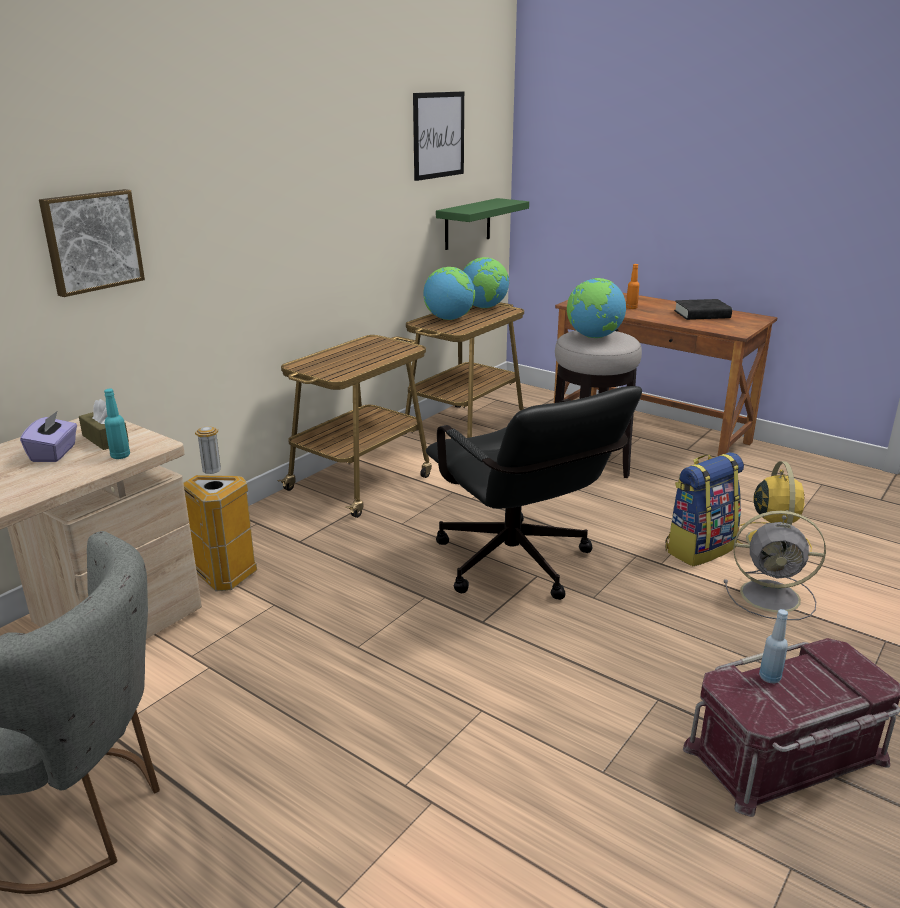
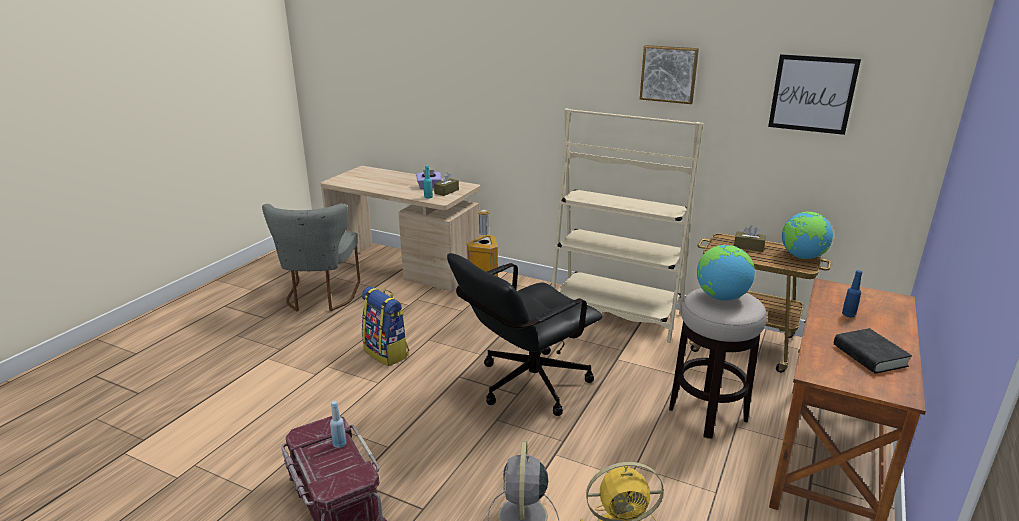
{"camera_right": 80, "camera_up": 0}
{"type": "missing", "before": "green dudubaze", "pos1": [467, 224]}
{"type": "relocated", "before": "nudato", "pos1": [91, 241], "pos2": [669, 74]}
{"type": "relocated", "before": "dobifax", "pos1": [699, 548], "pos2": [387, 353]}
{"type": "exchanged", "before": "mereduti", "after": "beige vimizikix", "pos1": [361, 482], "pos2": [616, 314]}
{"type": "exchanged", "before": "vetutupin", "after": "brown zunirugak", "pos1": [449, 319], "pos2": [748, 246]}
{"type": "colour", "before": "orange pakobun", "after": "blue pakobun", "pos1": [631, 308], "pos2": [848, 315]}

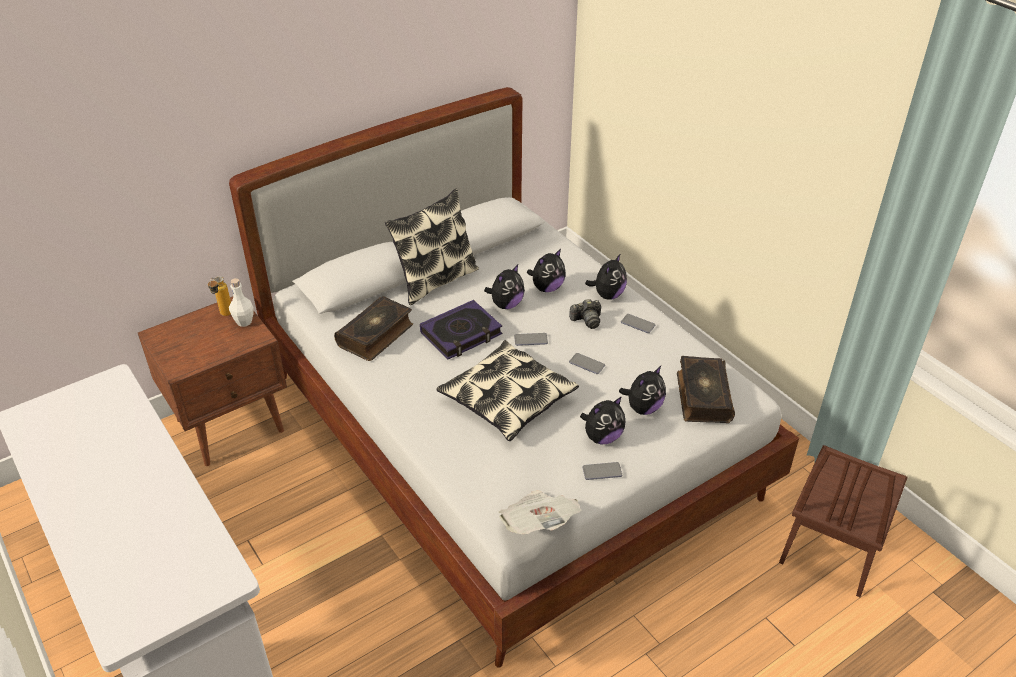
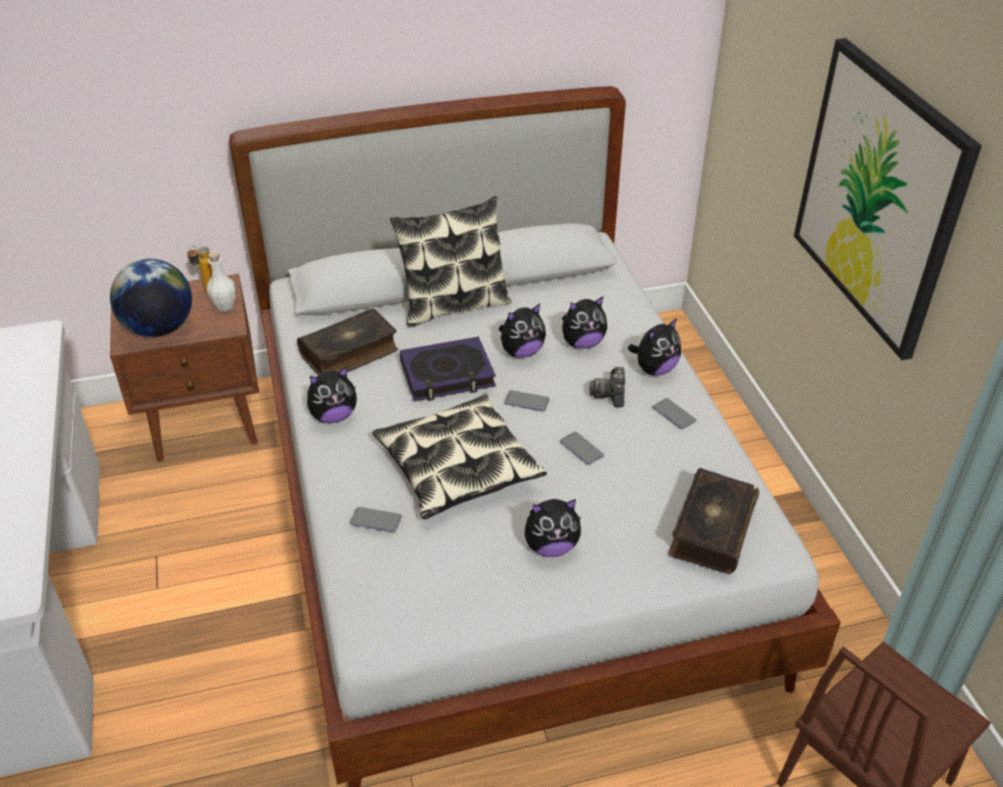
{"camera_right": 20, "camera_up": 0}
{"type": "missing", "before": "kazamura", "pos1": [538, 525]}
{"type": "appeared", "after": "vetutupin", "pos2": [159, 328]}
{"type": "appeared", "after": "nudato", "pos2": [878, 197]}
{"type": "relocated", "before": "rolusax", "pos1": [602, 471], "pos2": [376, 520]}
{"type": "relocated", "before": "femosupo", "pos1": [643, 408], "pos2": [333, 416]}
{"type": "spun", "before": "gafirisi", "pos1": [587, 320], "pos2": [610, 394], "turn": 90}

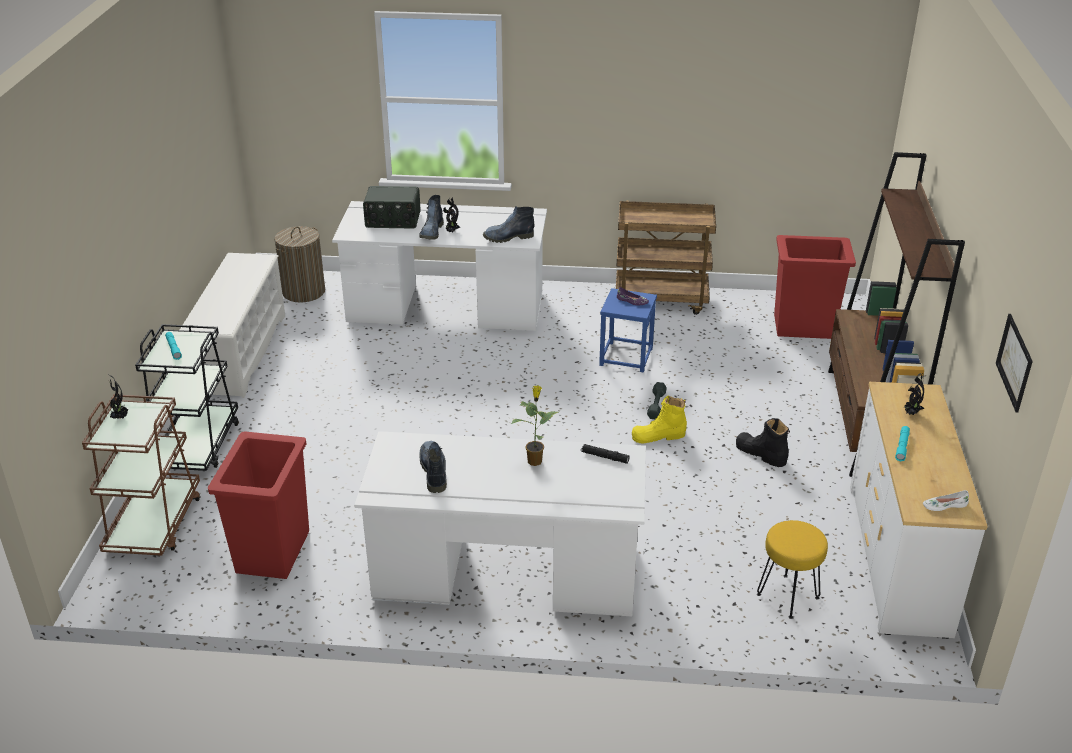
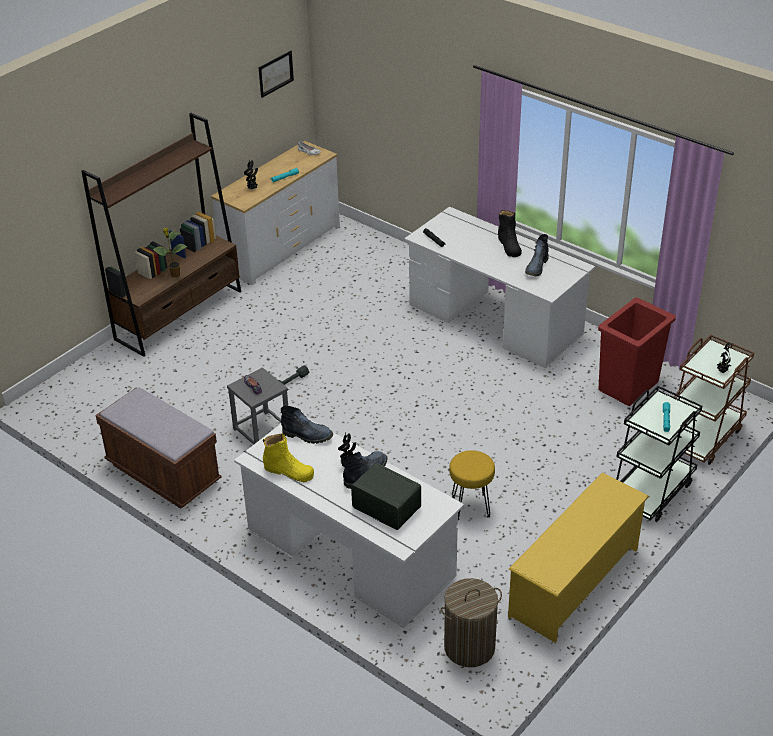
{"camera_right": -145, "camera_up": 5}
{"type": "missing", "before": "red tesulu", "pos1": [804, 327]}
{"type": "relocated", "before": "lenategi", "pos1": [535, 460], "pos2": [175, 275]}
{"type": "relocated", "before": "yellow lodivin", "pos1": [658, 436], "pos2": [289, 471]}
{"type": "relocated", "before": "black lodivin", "pos1": [760, 453], "pos2": [509, 246]}
{"type": "relocated", "before": "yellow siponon", "pos1": [788, 596], "pos2": [471, 506]}
{"type": "exchanged", "before": "brown mereduti", "after": "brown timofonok", "pos1": [661, 300], "pos2": [163, 473]}
{"type": "colour", "before": "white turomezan", "after": "yellow turomezan", "pos1": [240, 353], "pos2": [575, 582]}
{"type": "colour", "before": "blue siponon", "after": "grey siponon", "pos1": [625, 356], "pos2": [262, 430]}

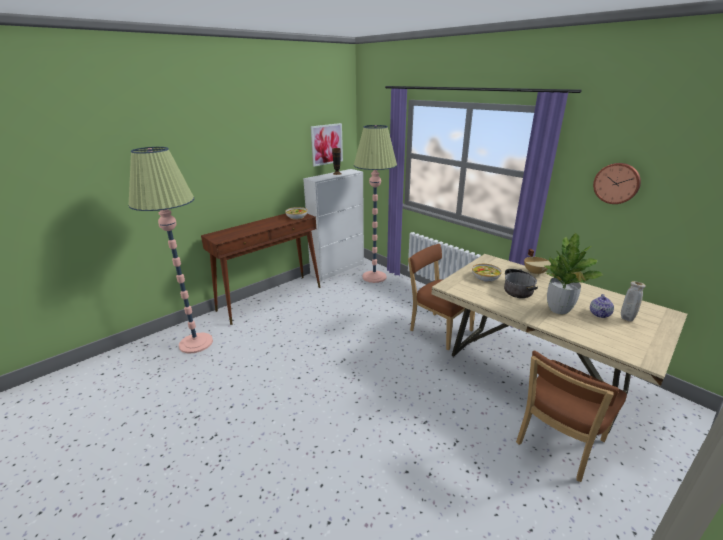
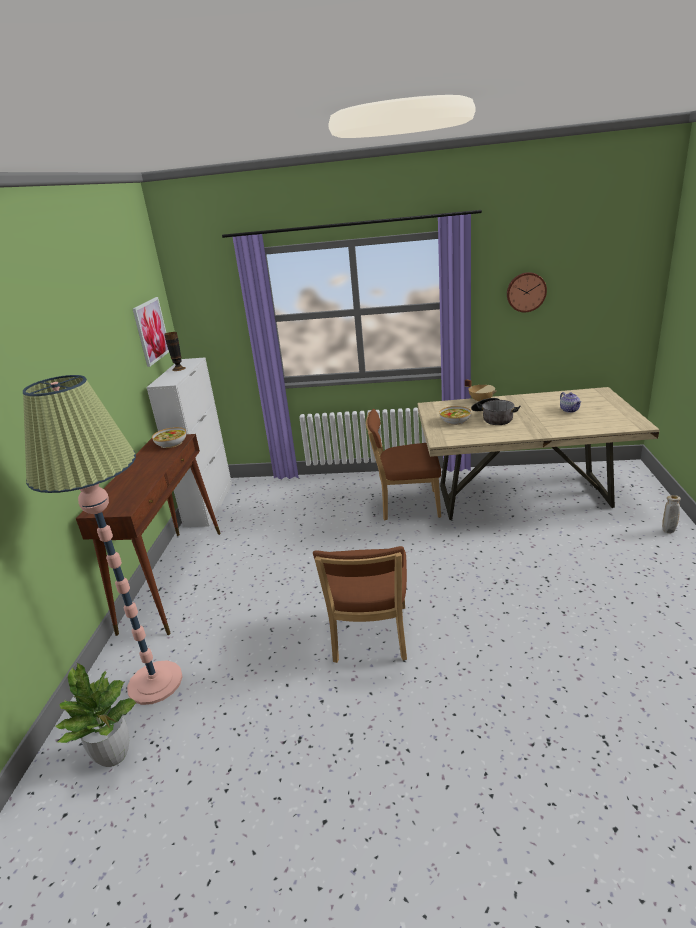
{"camera_right": -40, "camera_up": 0}
{"type": "missing", "before": "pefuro", "pos1": [374, 277]}
{"type": "relocated", "before": "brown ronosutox", "pos1": [557, 444], "pos2": [369, 637]}
{"type": "relocated", "before": "lenategi", "pos1": [559, 309], "pos2": [114, 755]}
{"type": "relocated", "before": "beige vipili", "pos1": [626, 319], "pos2": [668, 532]}

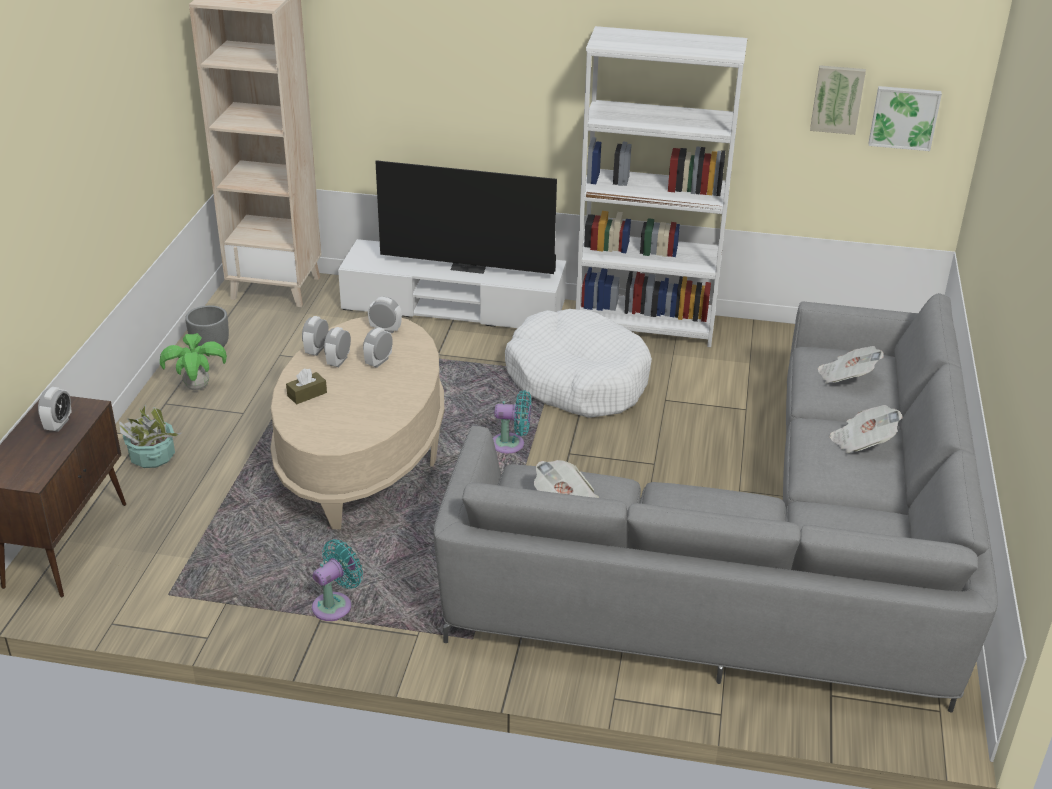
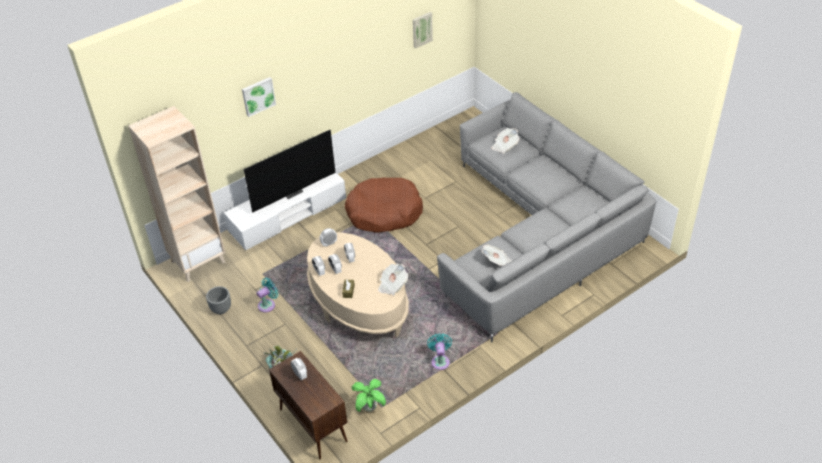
{"camera_right": -45, "camera_up": 10}
{"type": "missing", "before": "white vimizikix", "pos1": [645, 325]}
{"type": "relocated", "before": "lenategi", "pos1": [197, 387], "pos2": [369, 408]}
{"type": "relocated", "before": "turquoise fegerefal", "pos1": [511, 444], "pos2": [268, 304]}
{"type": "relocated", "before": "kazamura", "pos1": [862, 442], "pos2": [392, 285]}
{"type": "relocated", "before": "nudato", "pos1": [904, 117], "pos2": [258, 96]}
{"type": "colour", "before": "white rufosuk", "after": "brown rufosuk", "pos1": [577, 380], "pos2": [384, 212]}

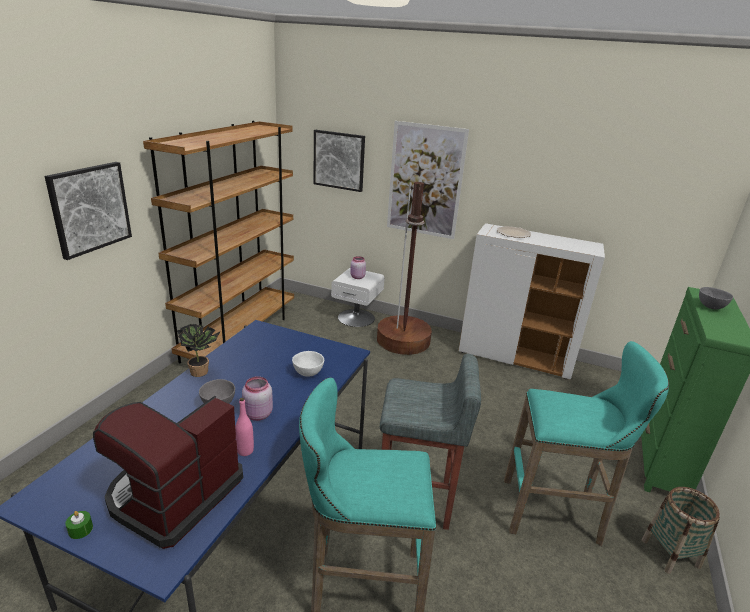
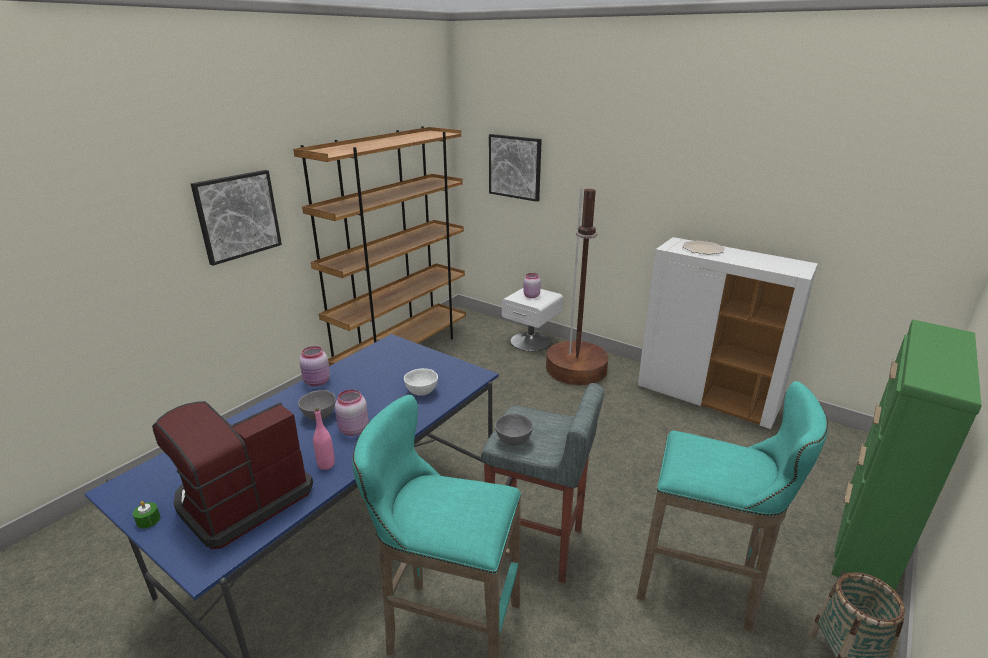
{"camera_right": 15, "camera_up": 0}
{"type": "missing", "before": "nudato", "pos1": [425, 181]}
{"type": "relocated", "before": "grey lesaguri", "pos1": [710, 307], "pos2": [513, 441]}
{"type": "exchanged", "before": "lenategi", "after": "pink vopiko", "pos1": [202, 371], "pos2": [317, 382]}

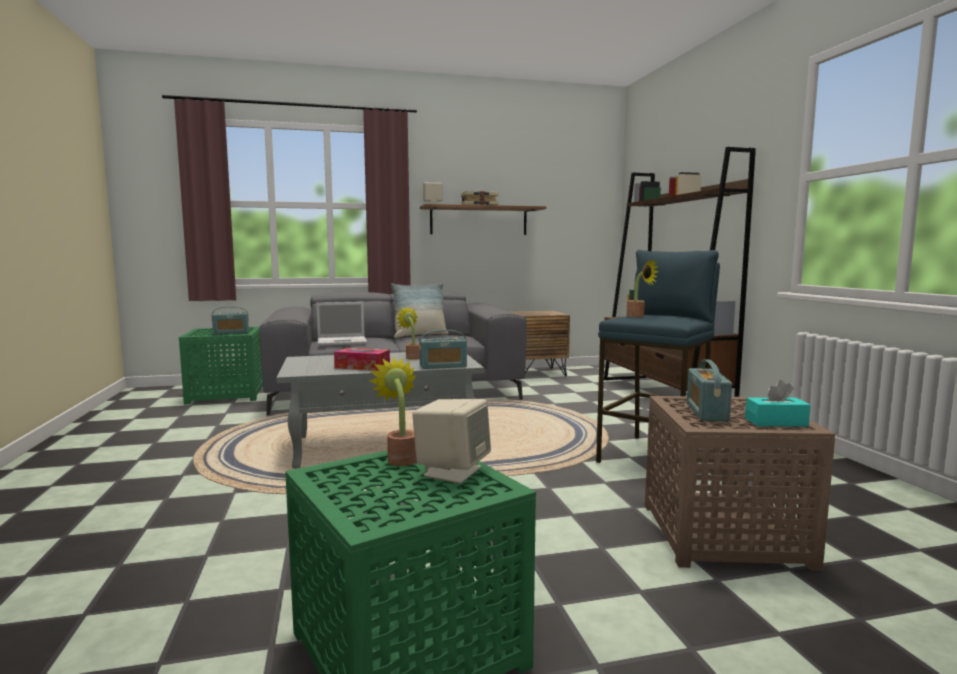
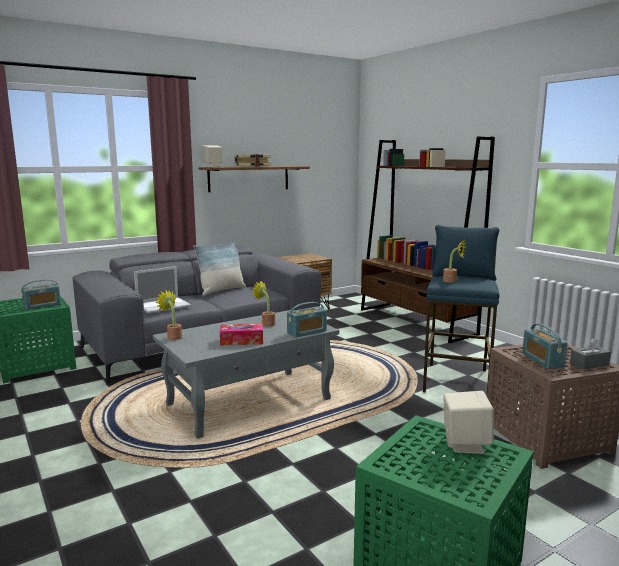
{"camera_right": -20, "camera_up": 5}
{"type": "relocated", "before": "lenategi", "pos1": [400, 458], "pos2": [173, 337]}
{"type": "colour", "before": "turquoise zunirugak", "after": "grey zunirugak", "pos1": [776, 422], "pos2": [589, 364]}

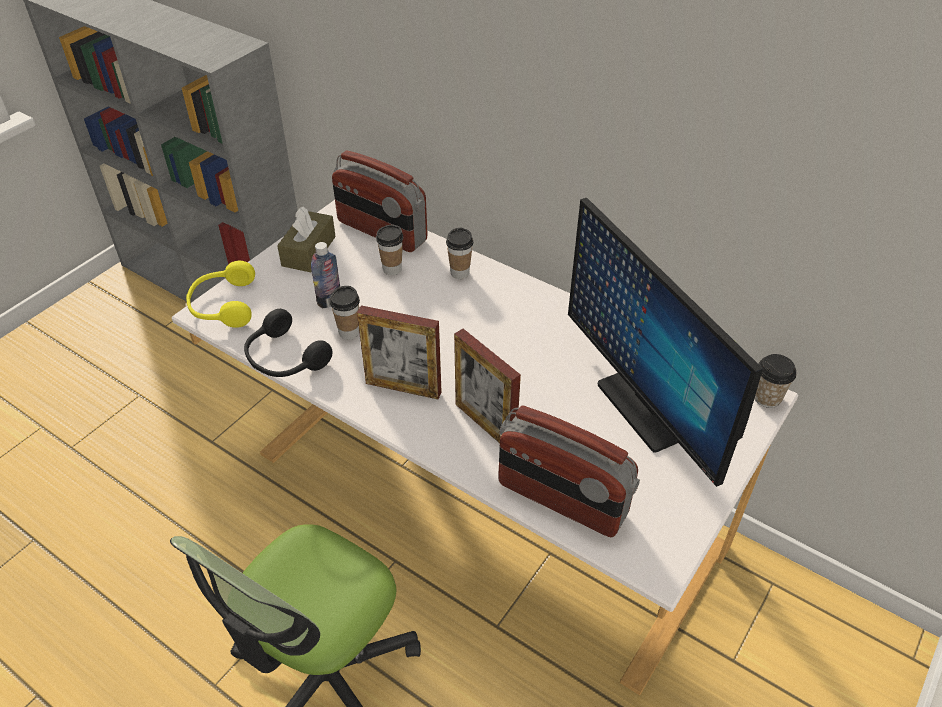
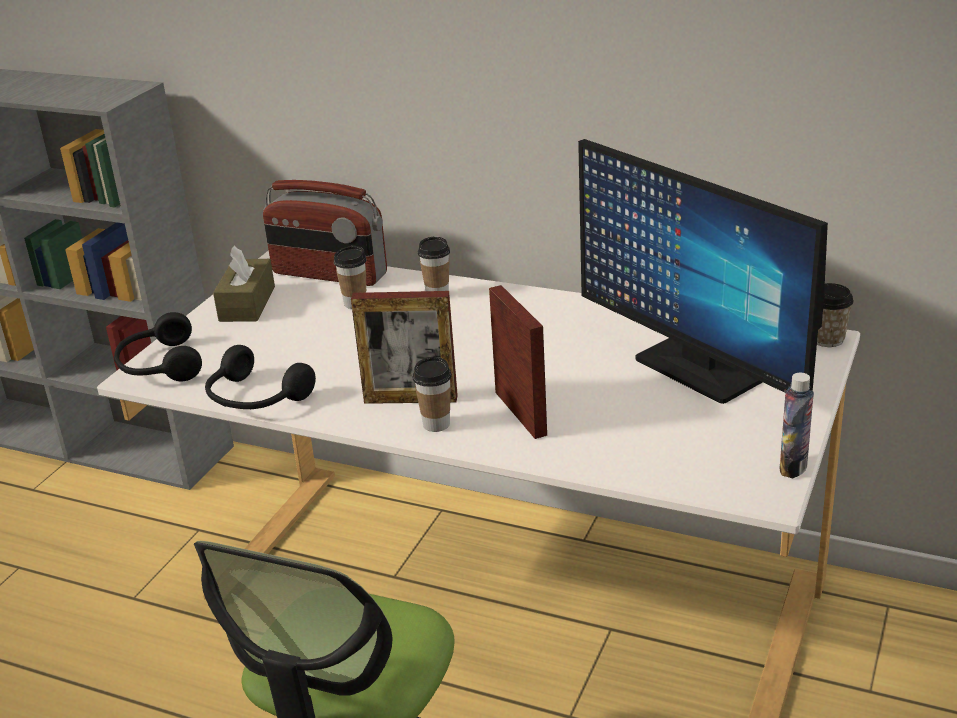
{"camera_right": -10, "camera_up": -15}
{"type": "missing", "before": "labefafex", "pos1": [561, 500]}
{"type": "relocated", "before": "pakobun", "pos1": [329, 300], "pos2": [793, 467]}
{"type": "relocated", "before": "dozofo", "pos1": [349, 332], "pos2": [436, 424]}
{"type": "colour", "before": "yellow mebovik", "after": "black mebovik", "pos1": [222, 305], "pos2": [159, 366]}
{"type": "spun", "before": "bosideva", "pos1": [485, 424], "pos2": [520, 413], "turn": -150}

